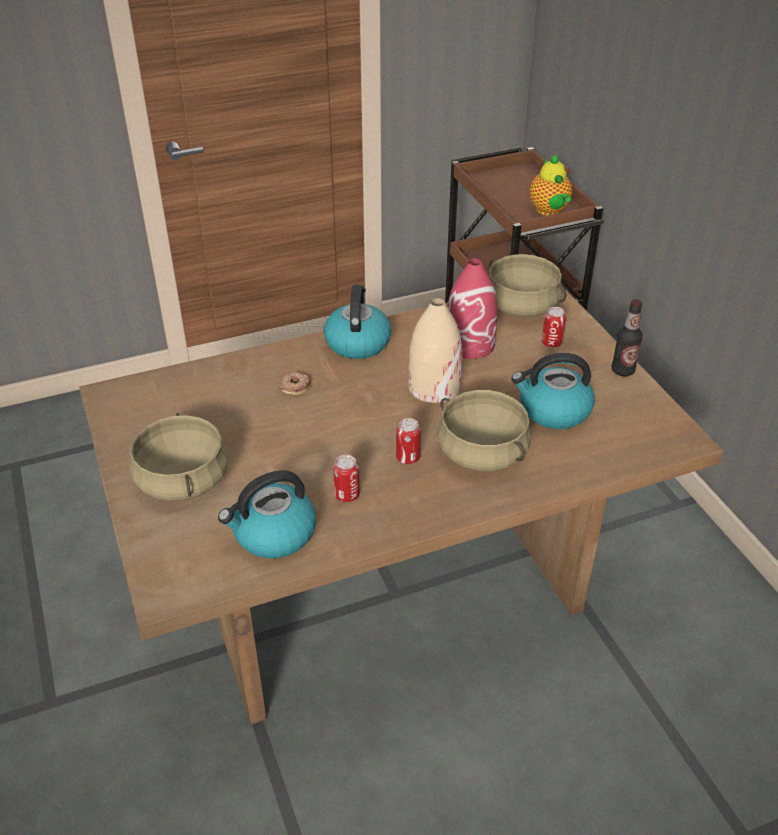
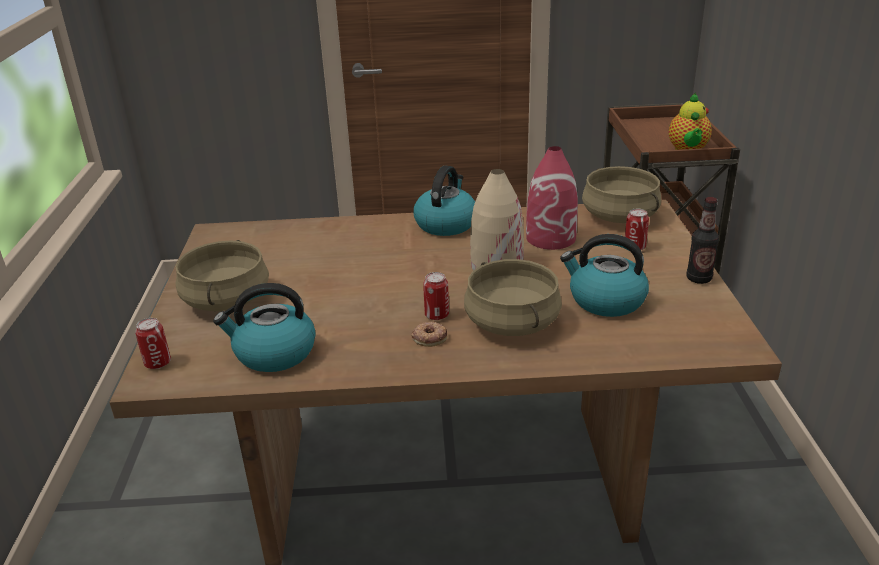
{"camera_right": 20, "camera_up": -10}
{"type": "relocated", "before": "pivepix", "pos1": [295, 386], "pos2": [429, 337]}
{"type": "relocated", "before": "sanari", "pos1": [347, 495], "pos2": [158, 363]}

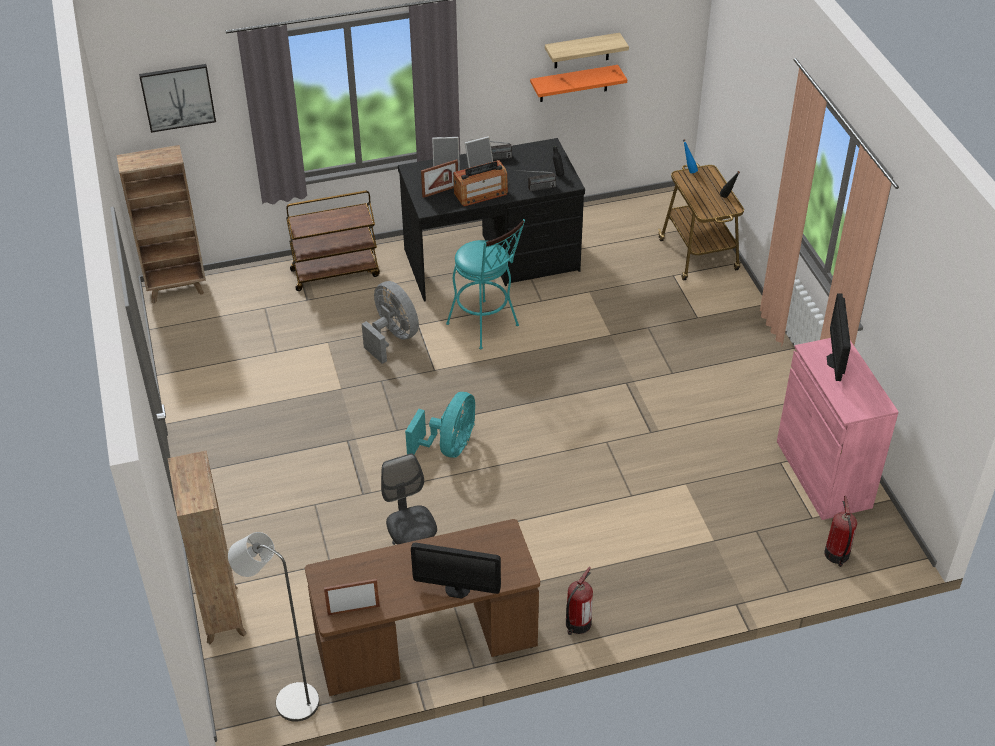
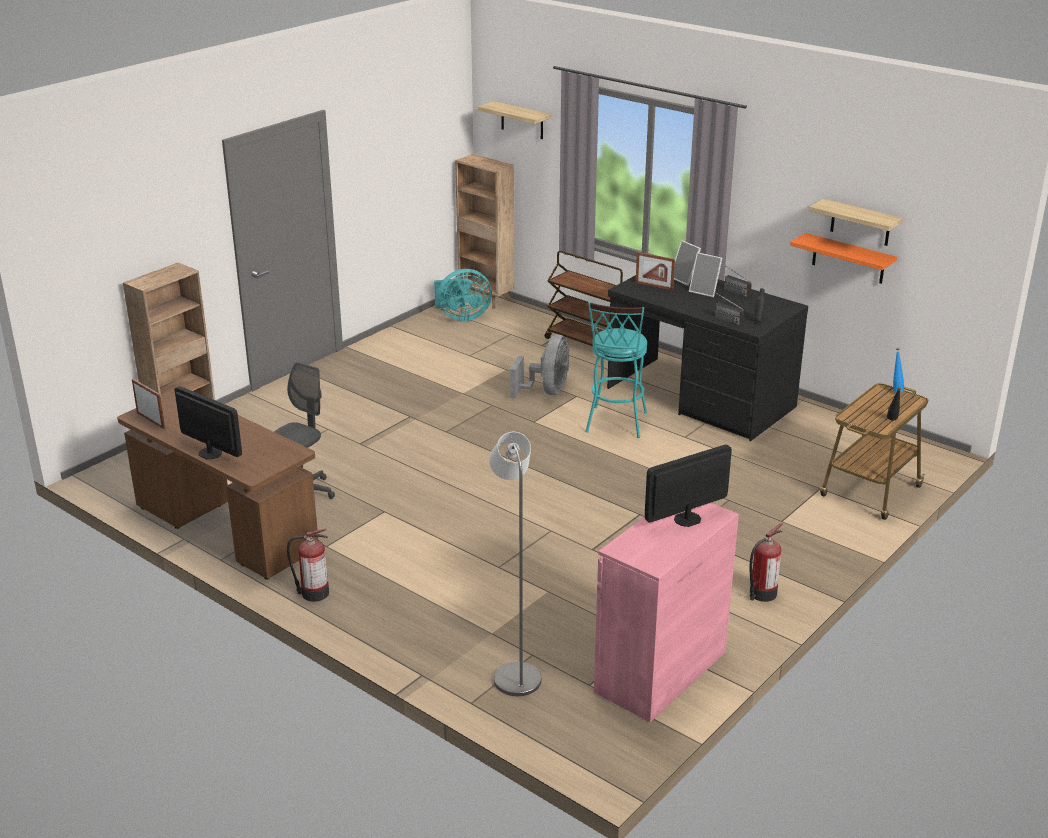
{"camera_right": 55, "camera_up": -15}
{"type": "missing", "before": "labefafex", "pos1": [480, 194]}
{"type": "relocated", "before": "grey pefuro", "pos1": [289, 700], "pos2": [515, 674]}
{"type": "relocated", "before": "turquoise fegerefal", "pos1": [449, 447], "pos2": [462, 317]}
{"type": "relocated", "before": "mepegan", "pos1": [837, 555], "pos2": [761, 594]}
{"type": "exchanged", "before": "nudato", "after": "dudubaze", "pos1": [178, 97], "pos2": [522, 120]}
{"type": "spun", "before": "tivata", "pos1": [457, 589], "pos2": [210, 453], "turn": 150}

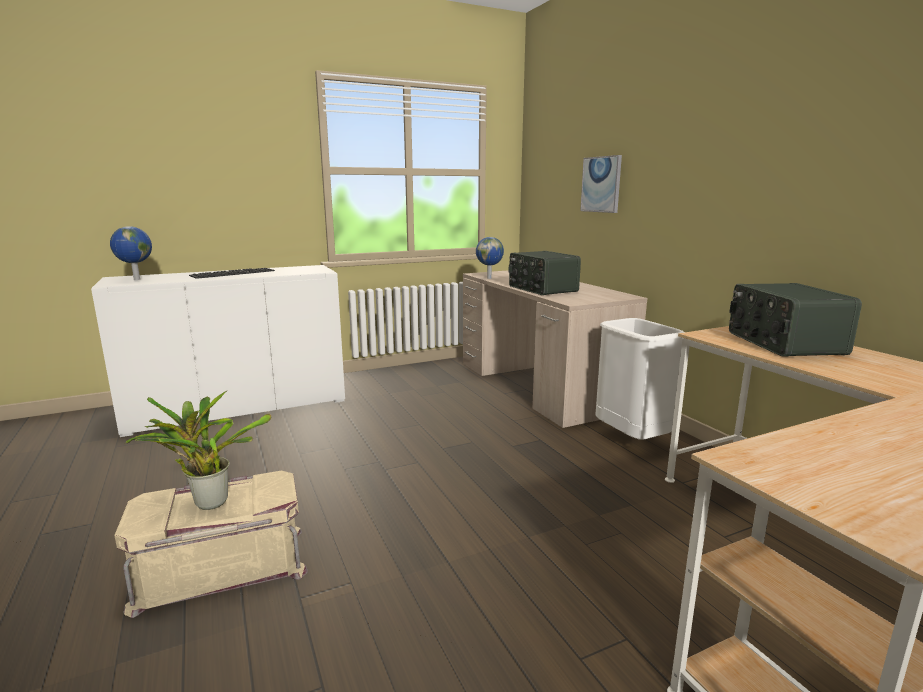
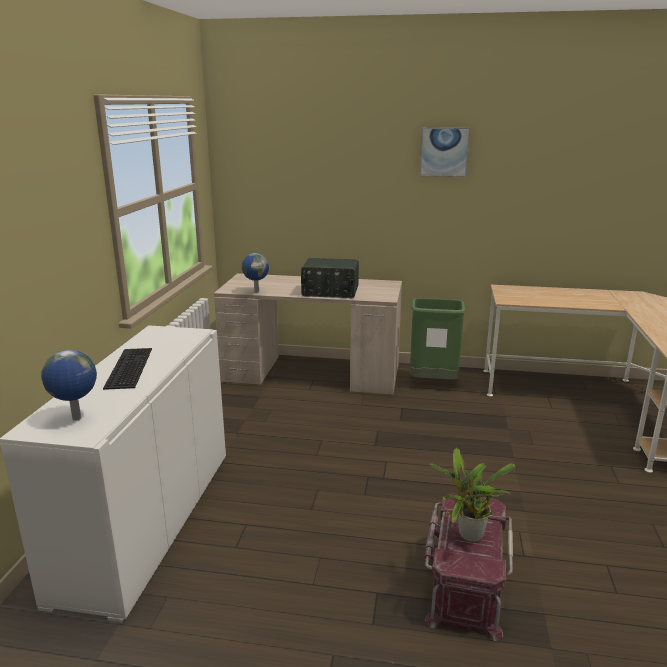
{"camera_right": -55, "camera_up": 5}
{"type": "missing", "before": "labefafex", "pos1": [782, 343]}
{"type": "relocated", "before": "nudato", "pos1": [601, 184], "pos2": [444, 152]}
{"type": "colour", "before": "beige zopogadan", "after": "red zopogadan", "pos1": [222, 566], "pos2": [464, 582]}
{"type": "colour", "before": "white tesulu", "after": "green tesulu", "pos1": [631, 439], "pos2": [433, 382]}

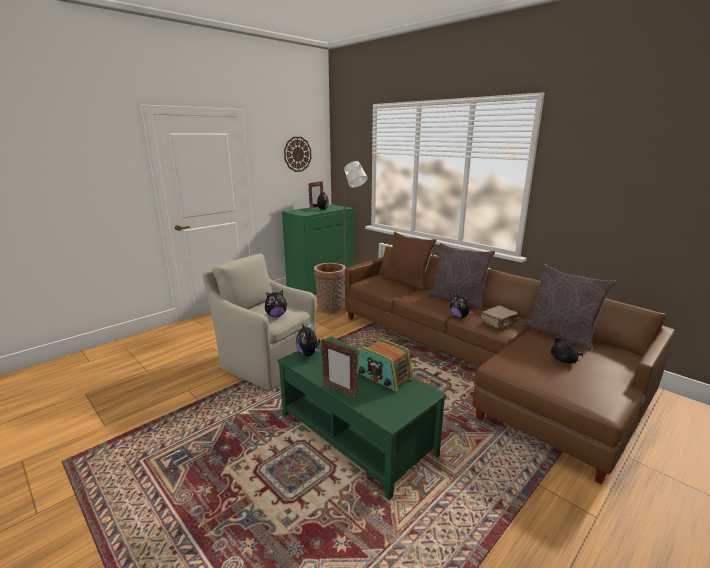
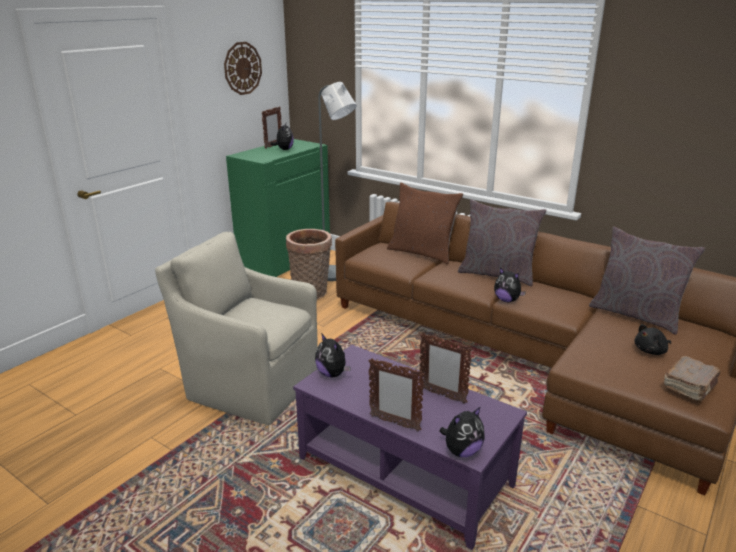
{"camera_right": -10, "camera_up": 5}
{"type": "relocated", "before": "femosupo", "pos1": [276, 315], "pos2": [462, 451]}
{"type": "relocated", "before": "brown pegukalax", "pos1": [499, 322], "pos2": [690, 386]}
{"type": "exchanged", "before": "labefafex", "after": "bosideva", "pos1": [383, 376], "pos2": [442, 395]}
{"type": "colour", "before": "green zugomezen", "after": "purple zugomezen", "pos1": [357, 434], "pos2": [405, 471]}

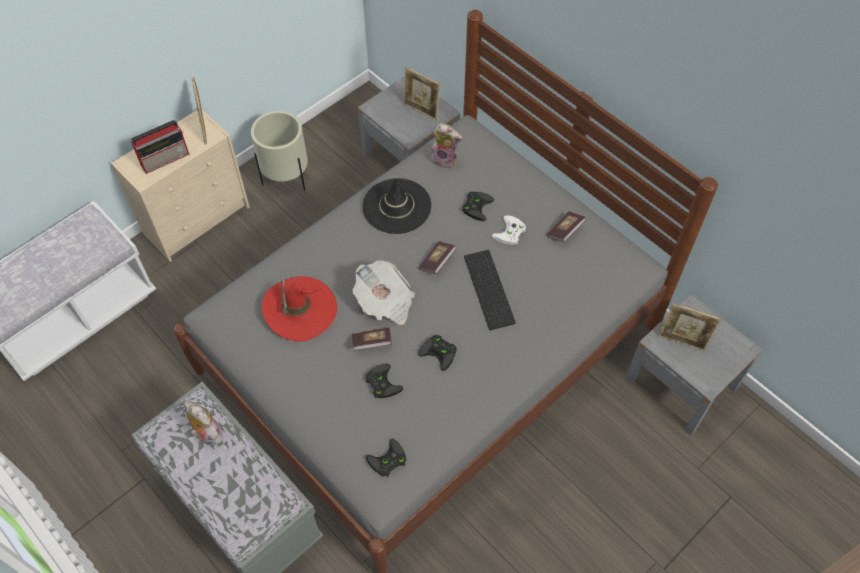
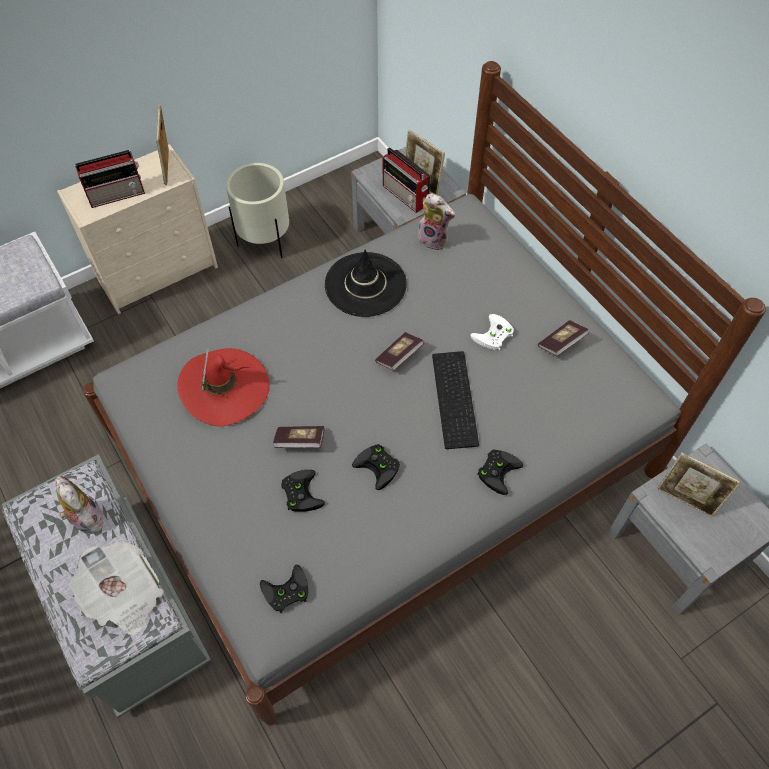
{"camera_right": 10, "camera_up": 0}
{"type": "appeared", "after": "labefafex", "pos2": [406, 196]}
{"type": "relocated", "before": "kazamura", "pos1": [385, 302], "pos2": [123, 596]}
{"type": "relocated", "before": "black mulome", "pos1": [476, 206], "pos2": [497, 470]}

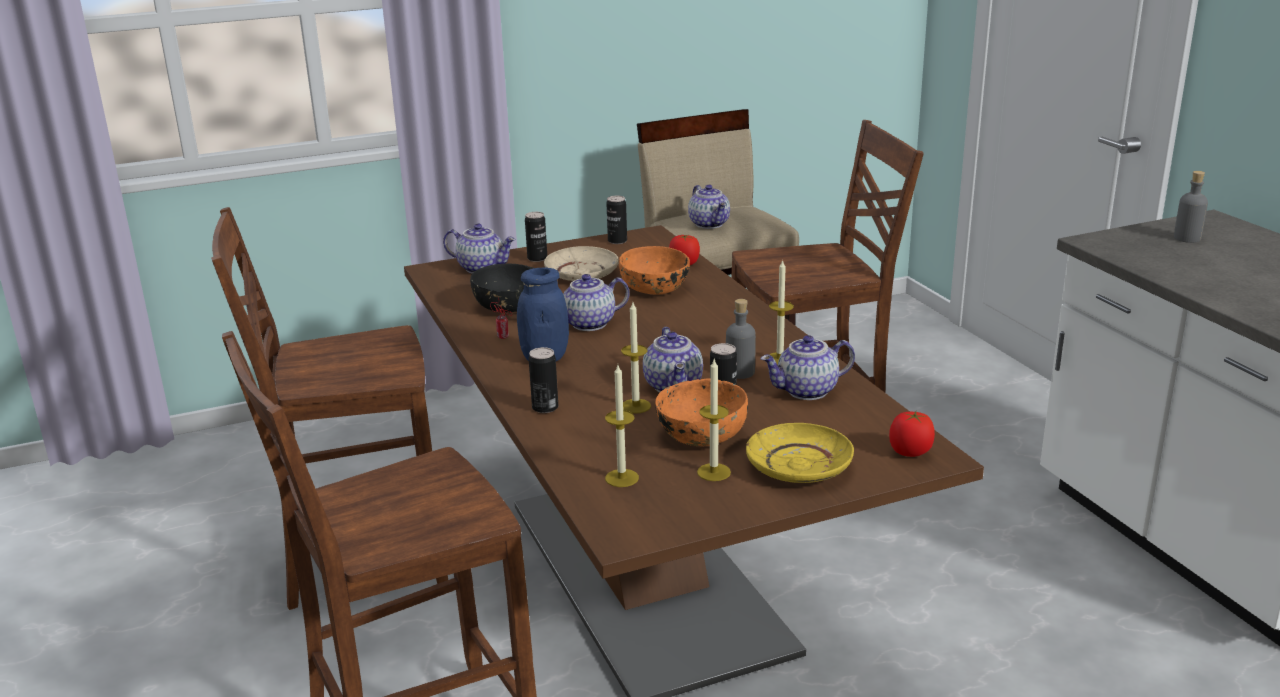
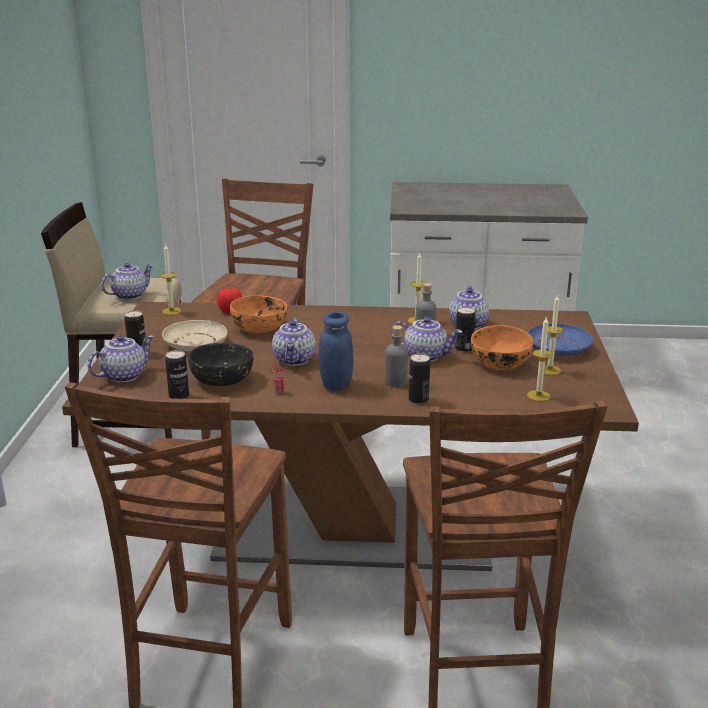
{"camera_right": -65, "camera_up": 0}
{"type": "missing", "before": "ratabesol", "pos1": [910, 452]}
{"type": "relocated", "before": "sanari", "pos1": [617, 241], "pos2": [179, 396]}
{"type": "relocated", "before": "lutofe", "pos1": [636, 406], "pos2": [171, 311]}
{"type": "relocated", "before": "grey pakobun", "pos1": [1187, 238], "pos2": [395, 382]}
{"type": "colour", "before": "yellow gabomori", "after": "blue gabomori", "pos1": [799, 466], "pos2": [558, 348]}
{"type": "spun", "before": "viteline", "pos1": [710, 224], "pos2": [129, 295], "turn": -45}

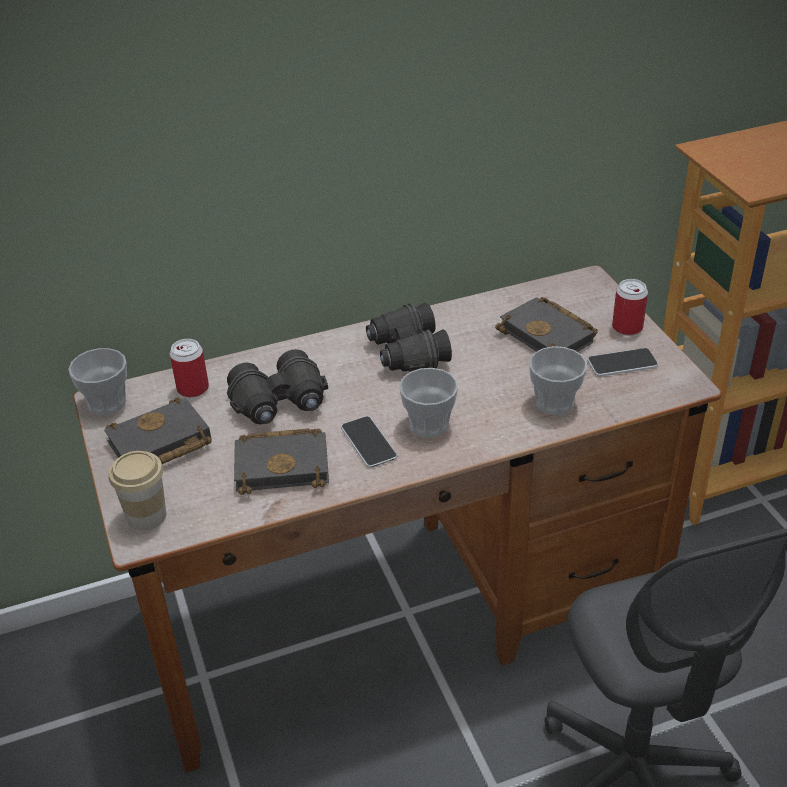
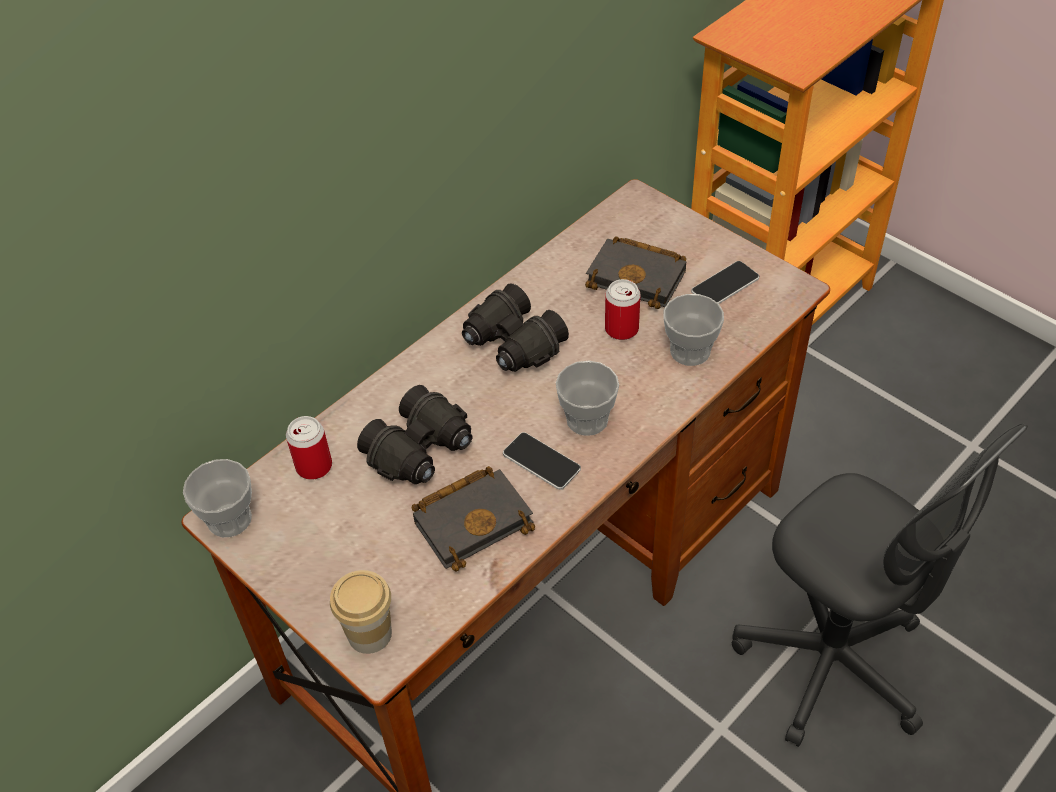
{"camera_right": -25, "camera_up": 10}
{"type": "missing", "before": "black pegukalax", "pos1": [159, 445]}
{"type": "relocated", "before": "sanari", "pos1": [627, 327], "pos2": [621, 329]}

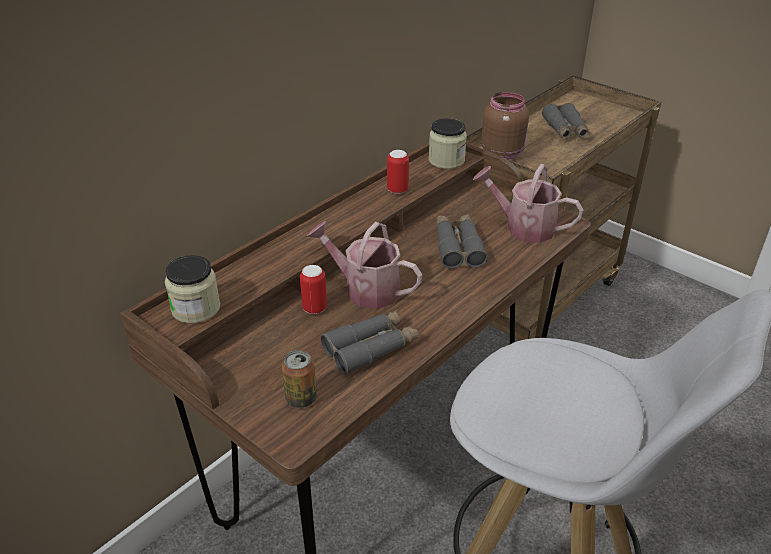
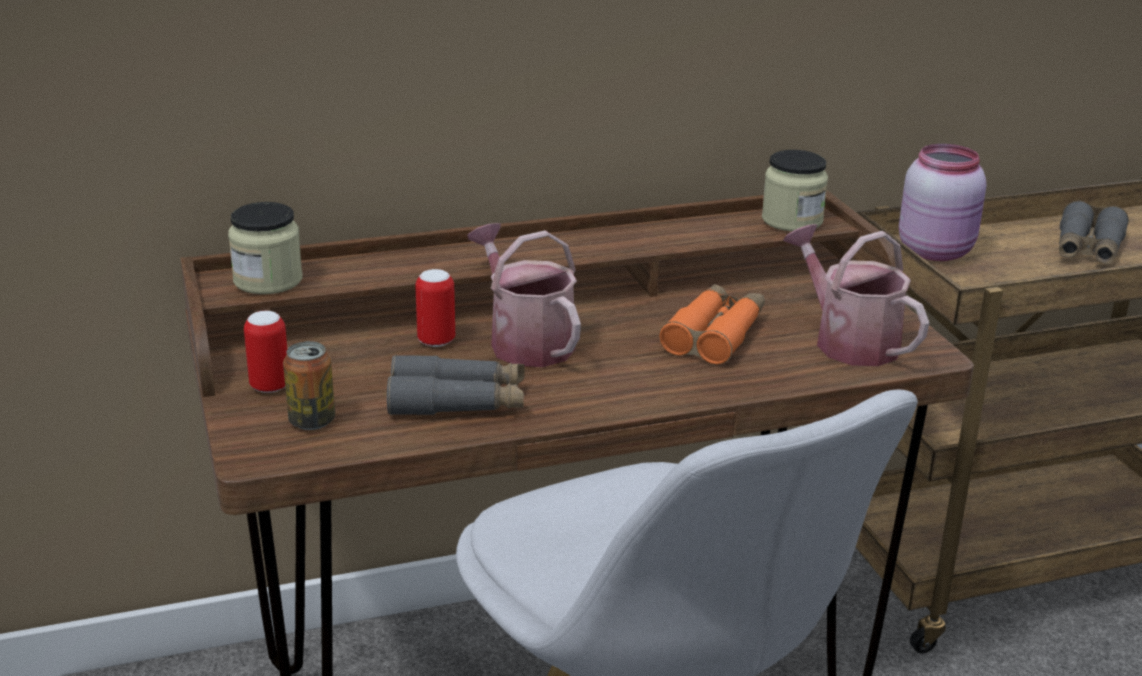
{"camera_right": 30, "camera_up": -10}
{"type": "relocated", "before": "sanari", "pos1": [397, 190], "pos2": [270, 386]}
{"type": "colour", "before": "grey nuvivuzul", "after": "orange nuvivuzul", "pos1": [458, 247], "pos2": [715, 335]}
{"type": "colour", "before": "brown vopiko", "after": "pink vopiko", "pos1": [502, 153], "pos2": [937, 251]}

